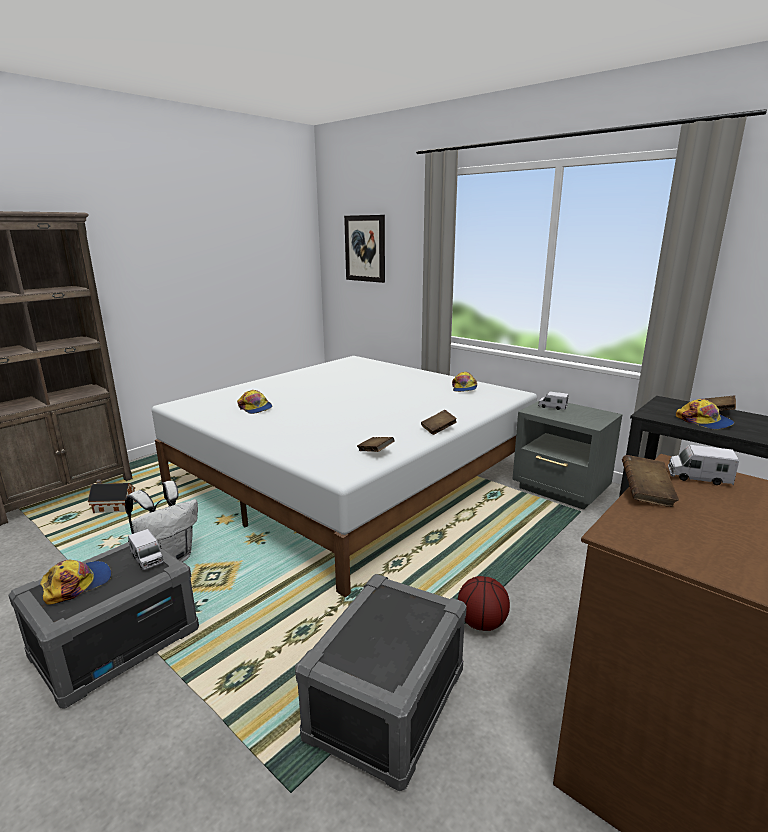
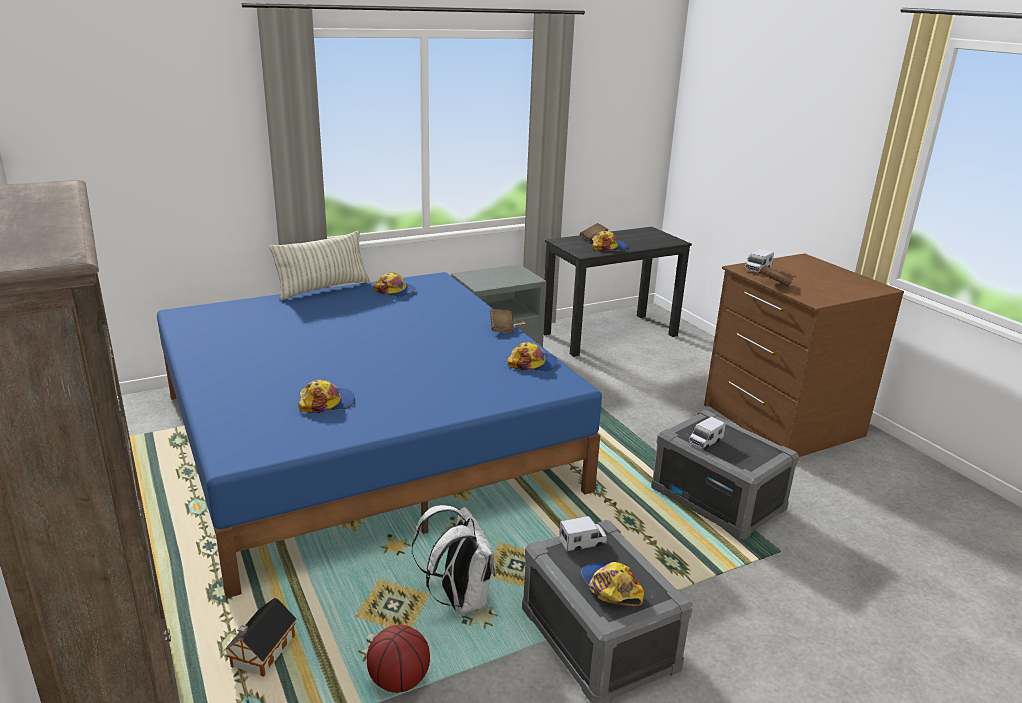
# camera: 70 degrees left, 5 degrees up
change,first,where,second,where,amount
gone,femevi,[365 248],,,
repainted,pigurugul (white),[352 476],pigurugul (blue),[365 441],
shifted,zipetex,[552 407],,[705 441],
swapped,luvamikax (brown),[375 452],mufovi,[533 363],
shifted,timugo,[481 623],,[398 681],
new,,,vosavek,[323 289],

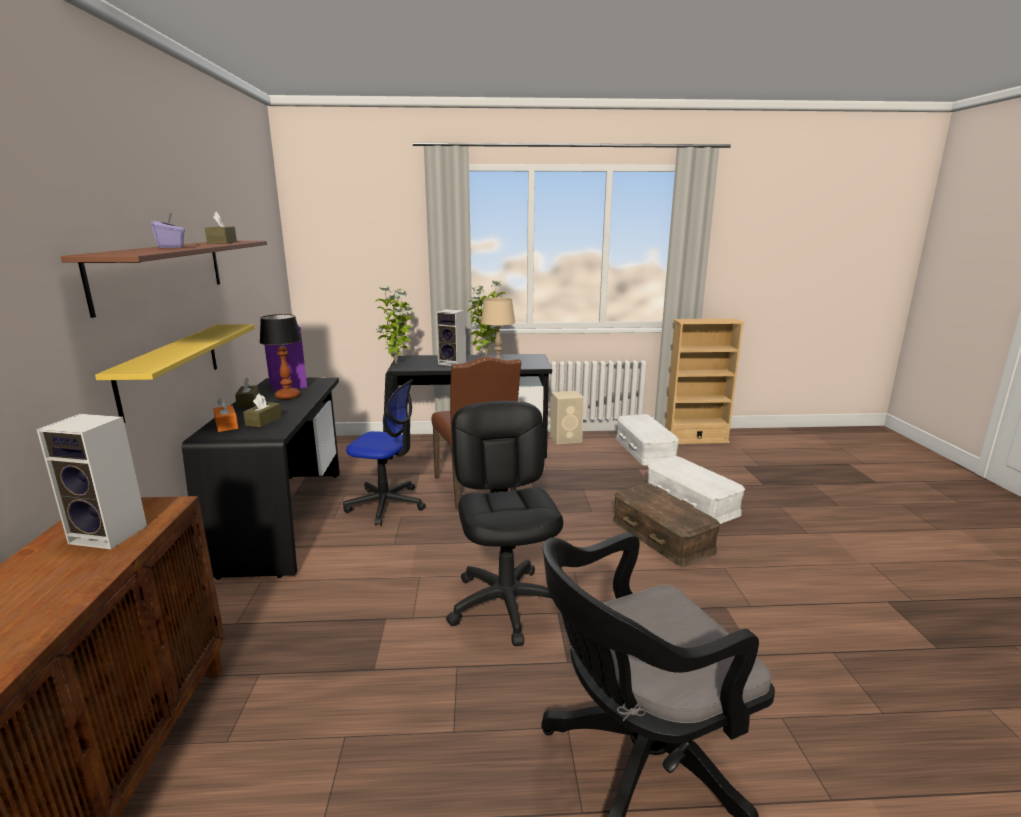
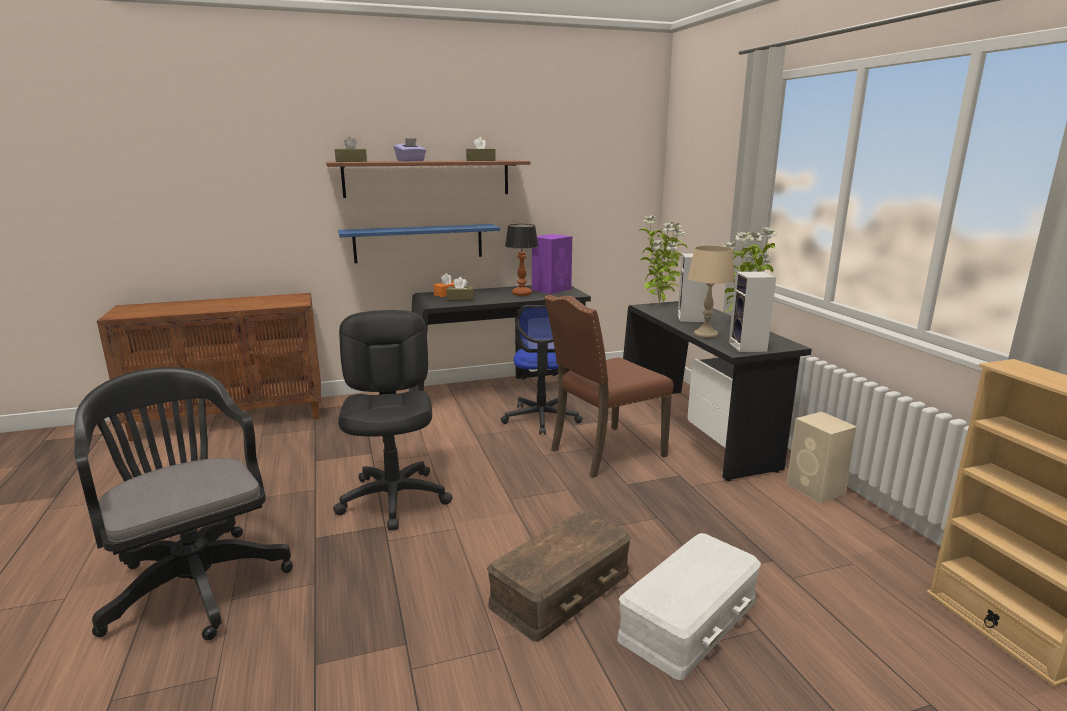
# camera: 75 degrees right, 0 degrees up
change,first,where,second,where,amount
repainted,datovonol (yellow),[171 368],datovonol (blue),[418 243],
shifted,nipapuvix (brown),[248 402],,[351 161],
rotated,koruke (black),[507 604],,[394 498],75 degrees counterclockwise
shifted,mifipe,[111 534],,[749 347],
gone,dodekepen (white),[644 450],,,

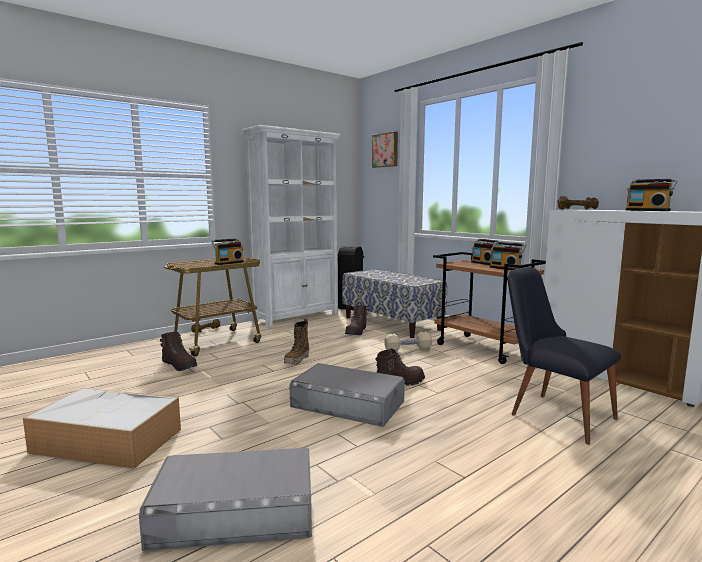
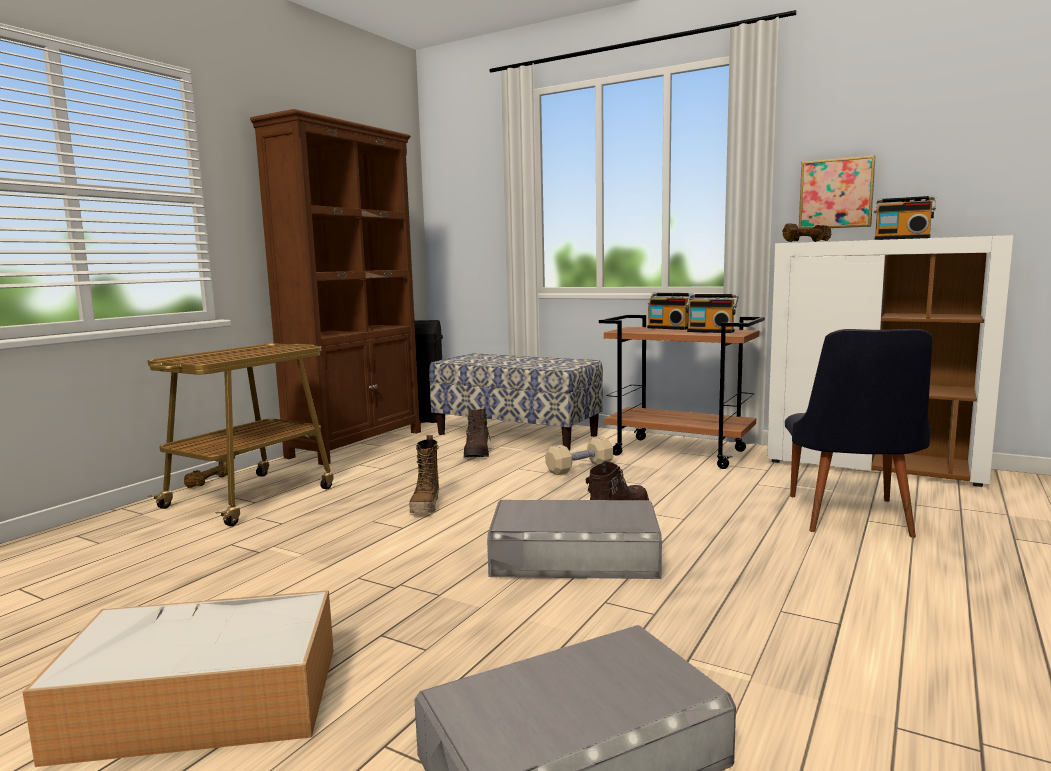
# camera: 20 degrees left, 0 degrees up
change,first,where,second,where,amount
repainted,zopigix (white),[297 318],zopigix (brown),[357 444],
shifted,femevi,[386 150],,[836 194],
gone,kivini,[228 263],,,
rotated,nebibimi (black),[553 413],,[850 520],105 degrees counterclockwise
gone,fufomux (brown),[180 366],,,

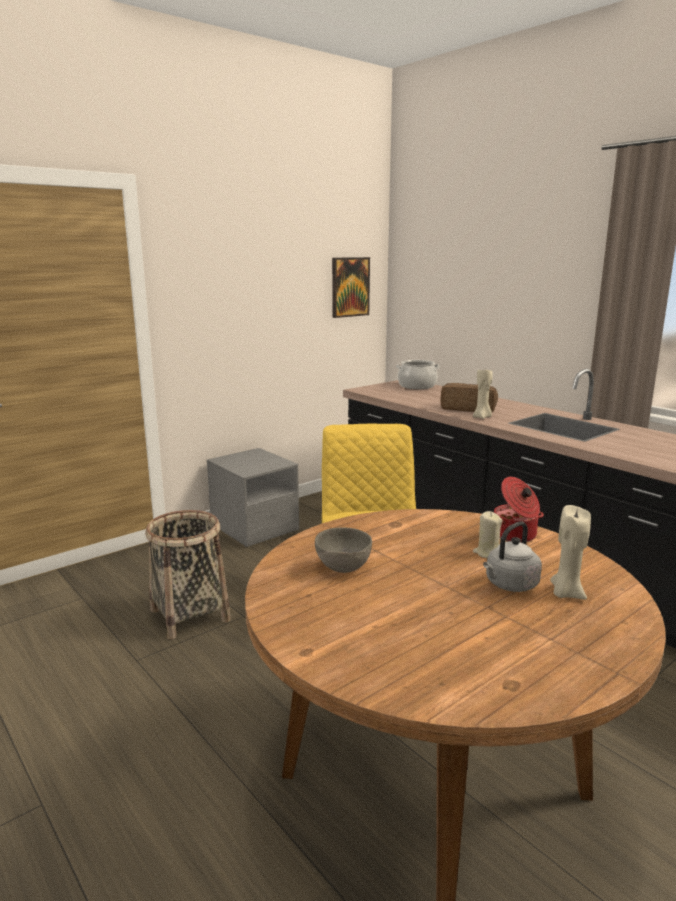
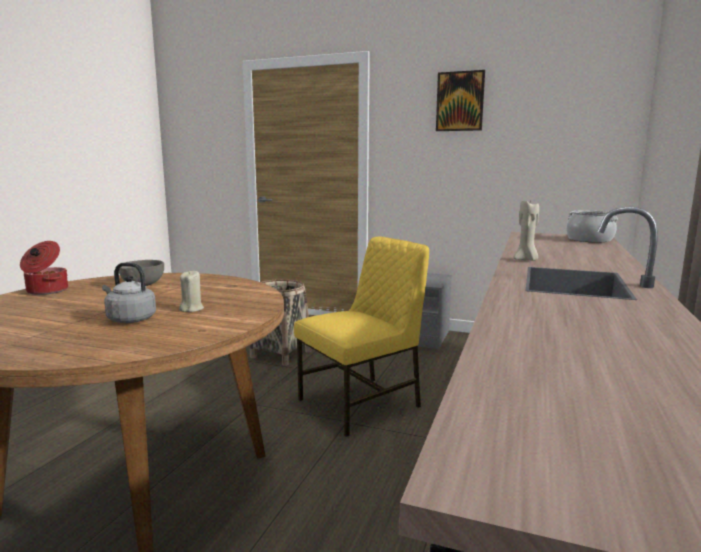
# camera: 60 degrees right, 5 degrees down
change,first,where,second,where,amount
shifted,femevi,[350 287],,[460 101],
gone,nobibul,[468 409],,,
shifted,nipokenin,[515 535],,[46 291],
gone,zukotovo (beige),[565 593],,,

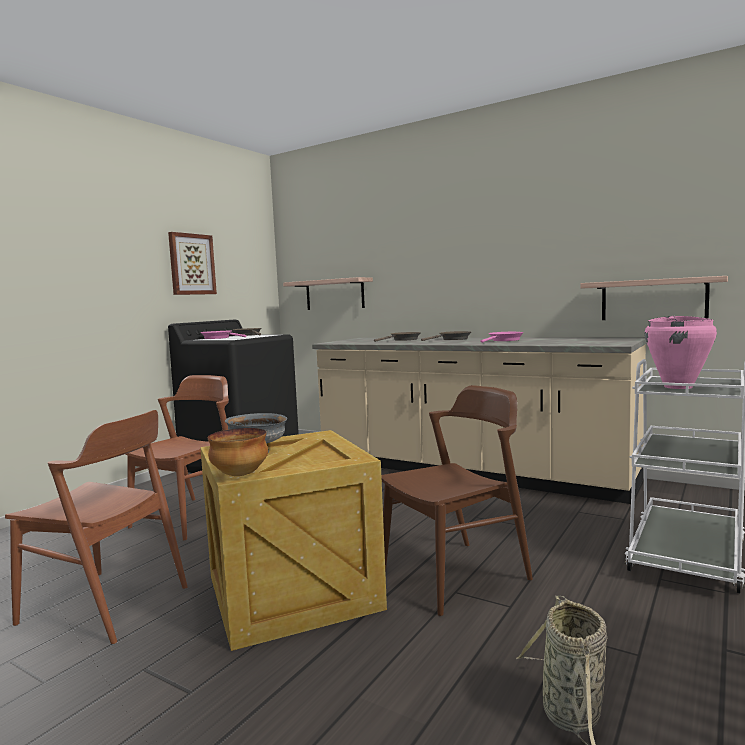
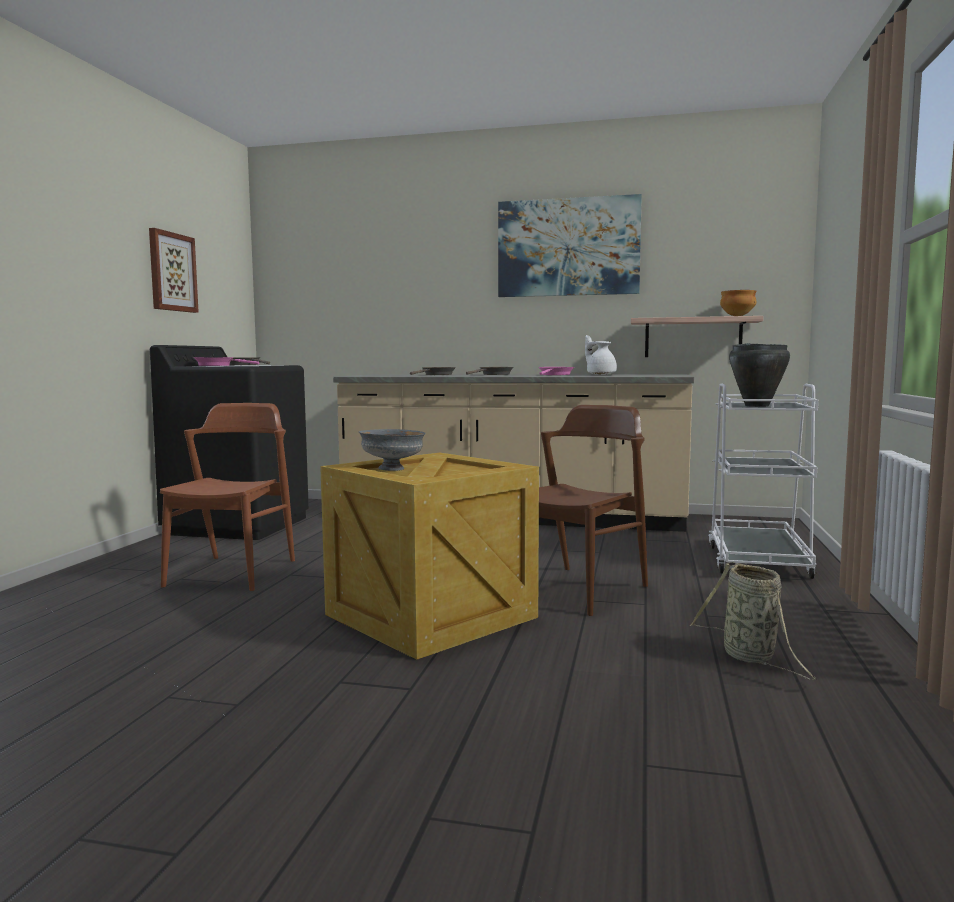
# camera: 20 degrees left, 0 degrees up
change,first,where,second,where,amount
gone,datovonol,[334 294],,,
repainted,nipokenin (pink),[678 387],nipokenin (black),[757 406],
gone,nebibimi (brown),[105 604],,,
shifted,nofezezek,[240 475],,[737 316],
new,,,femevi,[568 247],
new,,,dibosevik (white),[600 374],

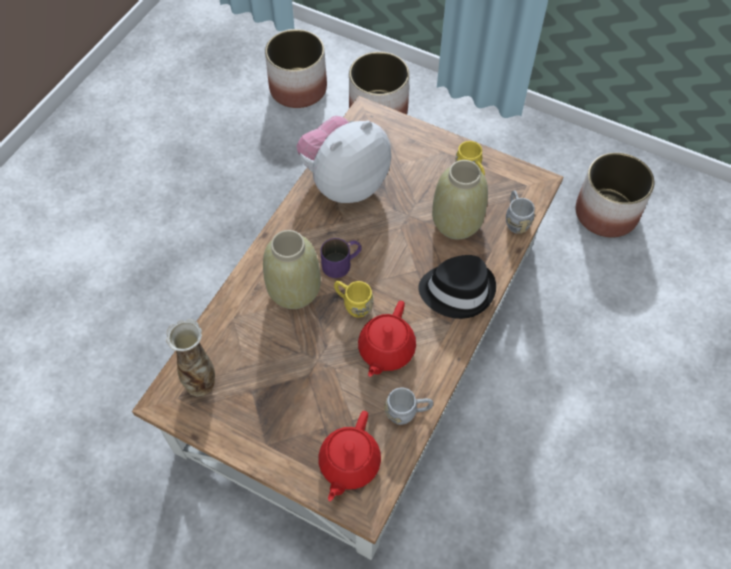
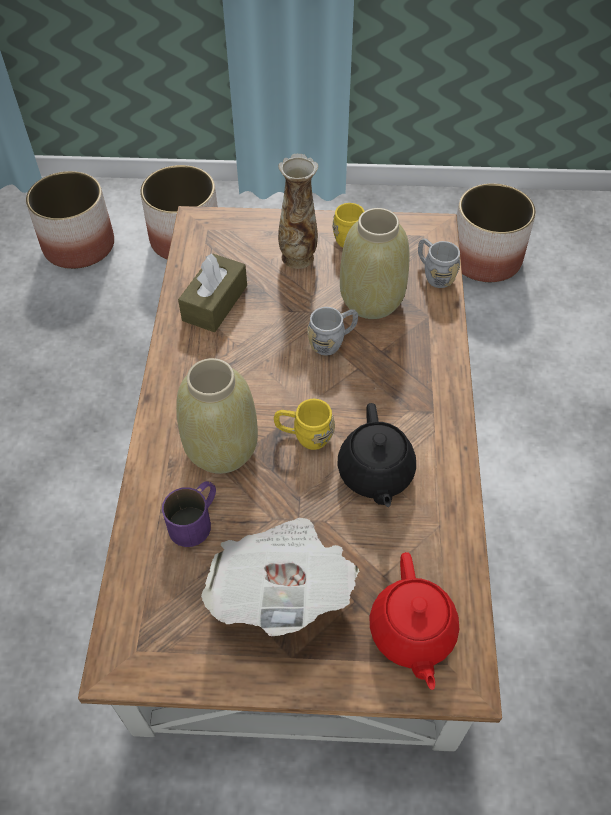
# camera: 25 degrees left, 5 degrees down
change,first,where,second,where,amount
swapped,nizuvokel,[344 182],nipapuvix (brown),[215 303],
shifted,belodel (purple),[342 262],,[196 519],
gone,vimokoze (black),[457 290],,,
repainted,dibosevik (red),[385 350],dibosevik (black),[375 474],
shifted,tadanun,[201 382],,[298 256],
shifted,belodel (grey),[407 413],,[333 341],
new,,,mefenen,[282 588],

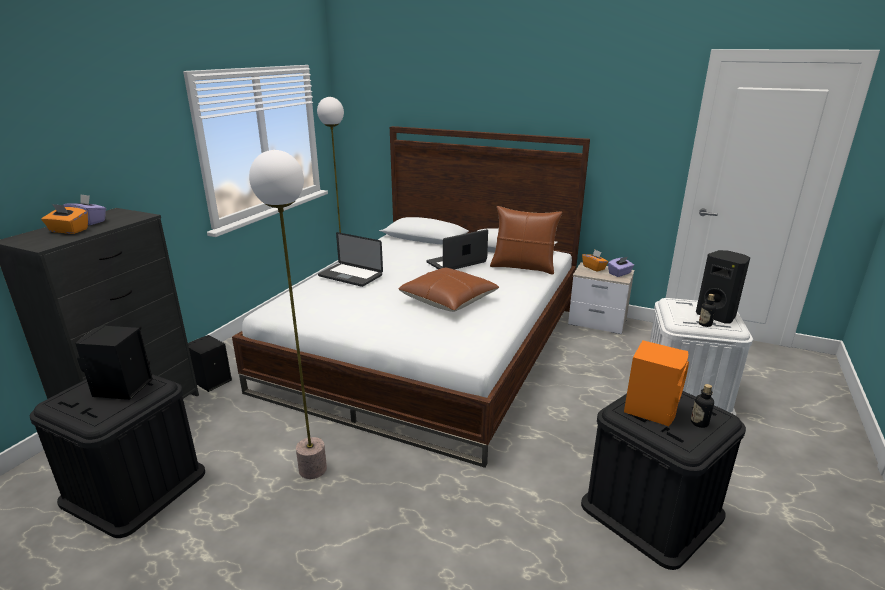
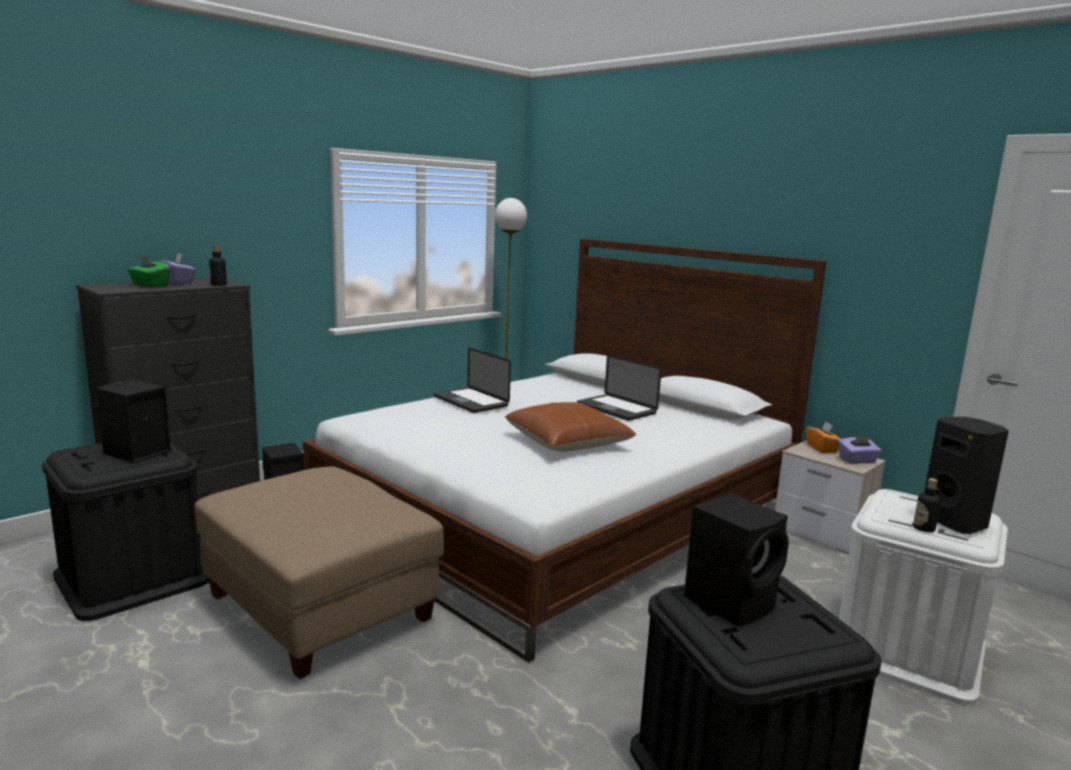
# camera: 20 degrees right, 10 degrees down
change,first,where,second,where,amount
swapped,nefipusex,[313 469],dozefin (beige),[321 609],
repainted,nipapuvix (orange),[68 231],nipapuvix (green),[150 285],
gone,vosavek (brown),[523 267],,,
rotated,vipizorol,[456 262],,[616 409],120 degrees counterclockwise
repainted,mifipe (orange),[651 408],mifipe (black),[732 602],
shifted,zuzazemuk,[699 423],,[218 285],

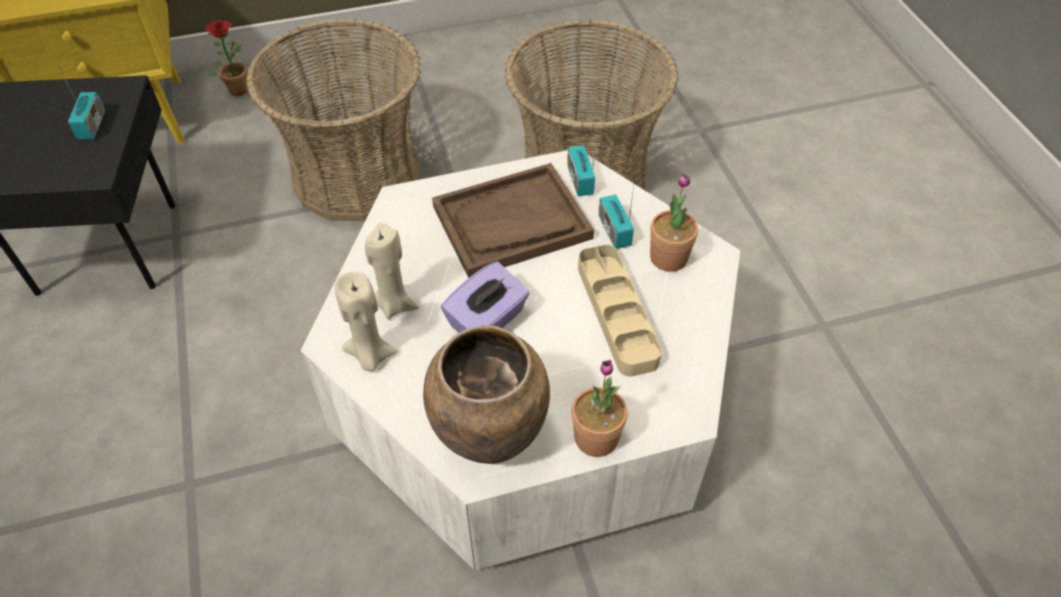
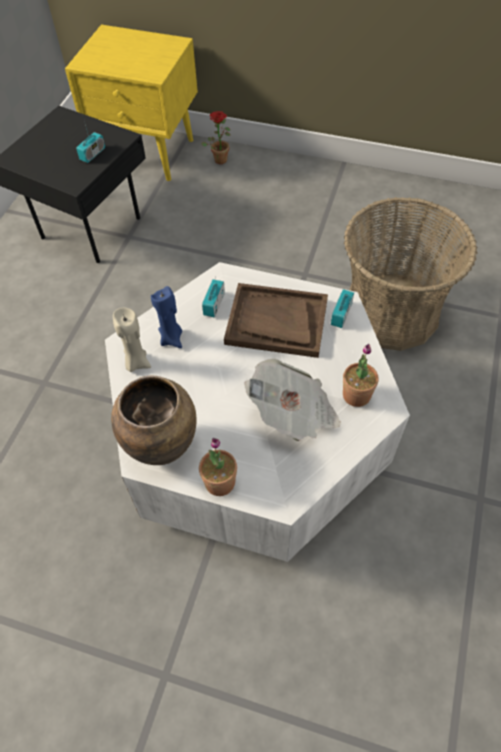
# camera: 35 degrees right, 5 degrees up
change,first,where,second,where,amount
gone,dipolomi,[356 176],,,
shifted,kivini,[614 231],,[214 304],
repainted,zukotovo (beige),[394 304],zukotovo (blue),[172 338],
swapped,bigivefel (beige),[616 313],mefenen,[293 413],
gone,nipapuvix (purple),[487 320],,,

